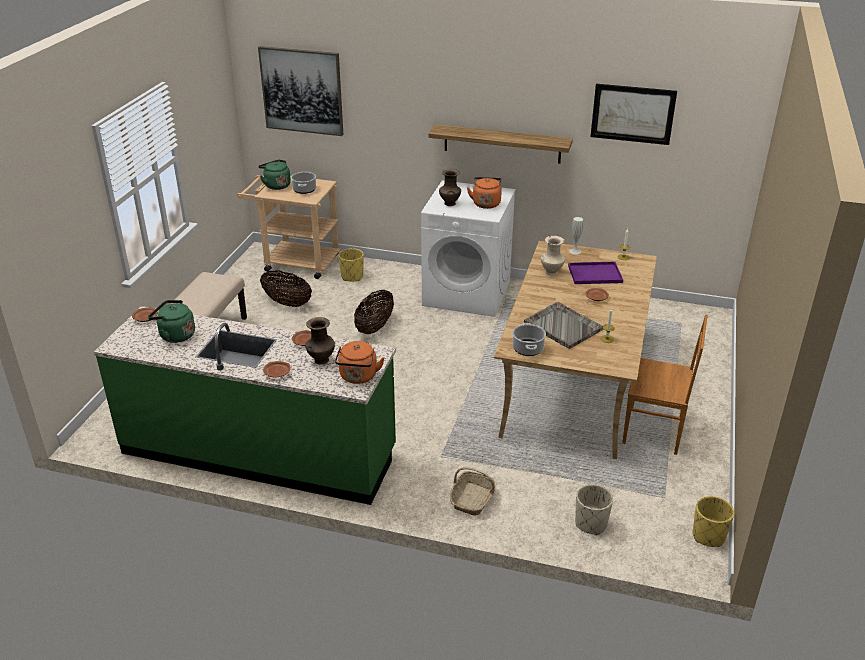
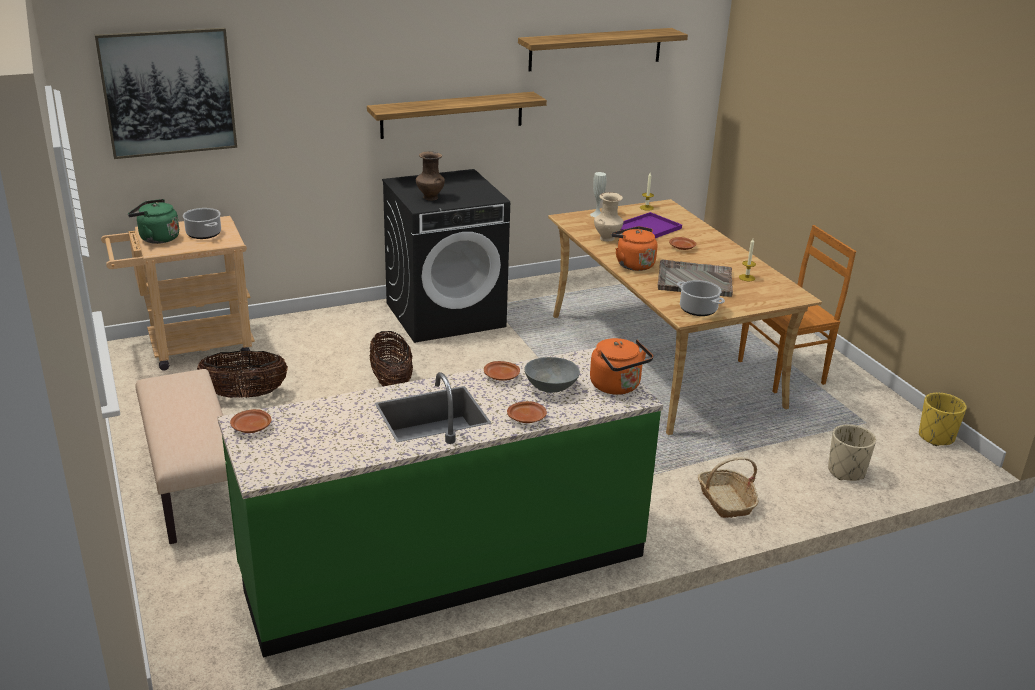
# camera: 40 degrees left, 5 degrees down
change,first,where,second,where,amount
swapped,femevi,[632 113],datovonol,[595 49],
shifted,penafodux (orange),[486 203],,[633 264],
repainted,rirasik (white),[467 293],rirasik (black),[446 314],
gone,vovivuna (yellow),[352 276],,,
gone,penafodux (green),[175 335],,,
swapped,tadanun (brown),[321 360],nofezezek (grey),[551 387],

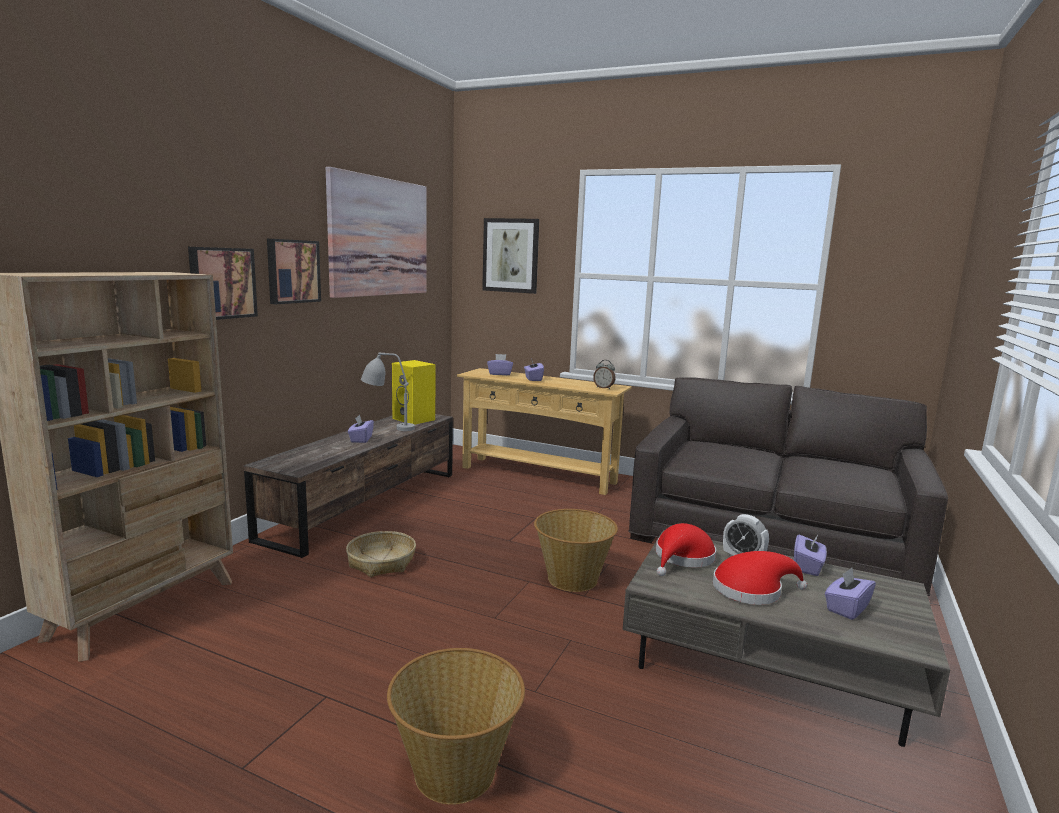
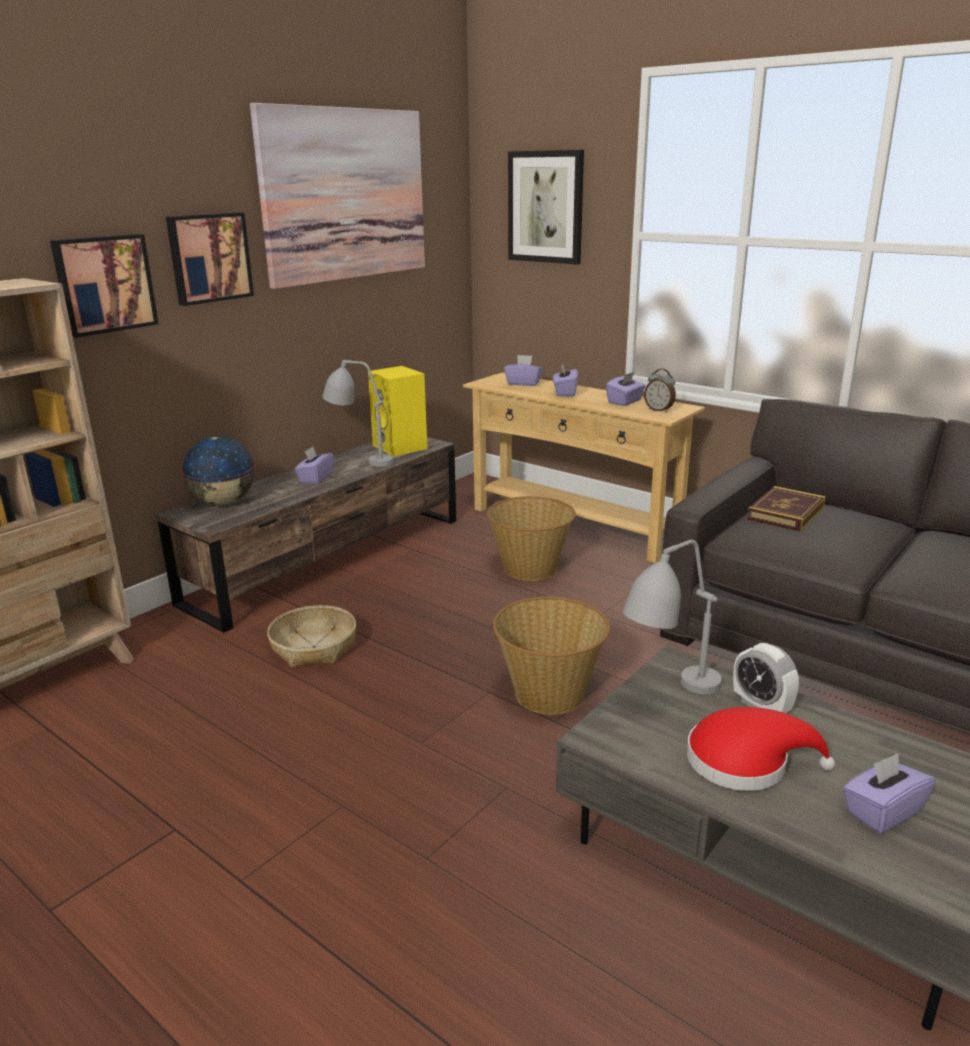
# camera: 15 degrees right, 10 degrees up
change,first,where,second,where,amount
swapped,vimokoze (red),[682 558],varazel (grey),[668 697],
shifted,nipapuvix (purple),[807 567],,[625 402],
shifted,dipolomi,[455 770],,[530 568],
new,,,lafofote,[224 502],
new,,,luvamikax,[786 513],

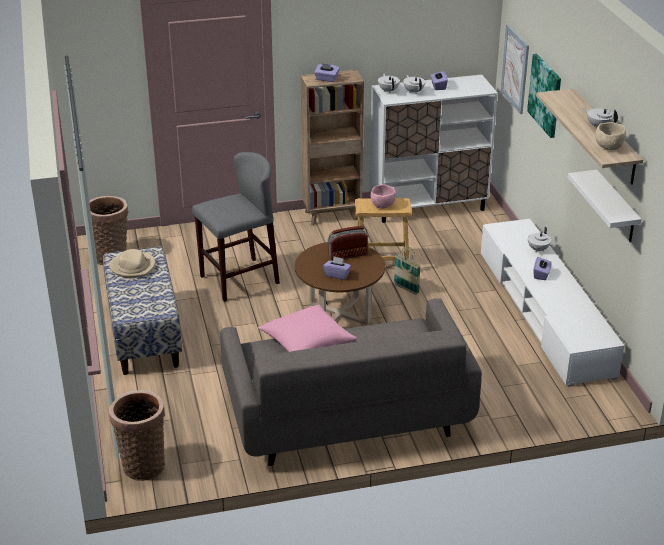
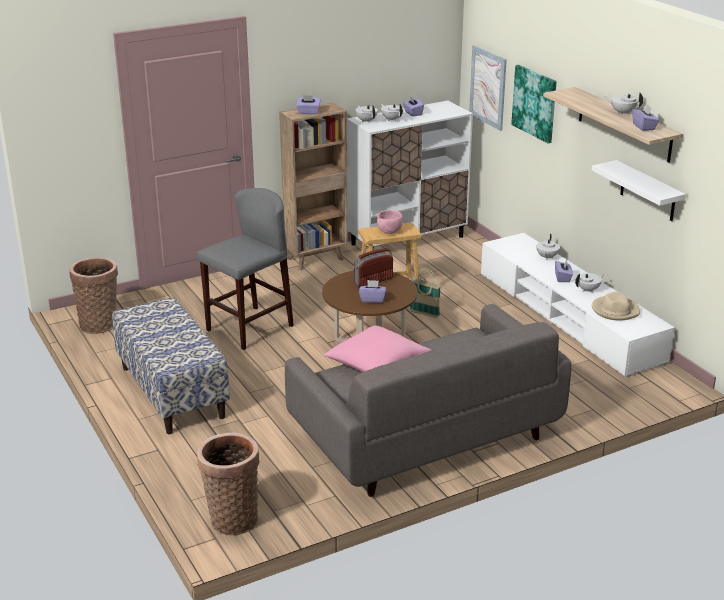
# camera: 15 degrees left, 5 degrees down
change,first,where,second,where,amount
swapped,nofezezek (beige),[608 147],nipapuvix (purple),[644 127],
shifted,vimokoze (beige),[133 266],,[615 310],
new,,,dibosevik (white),[588 290],

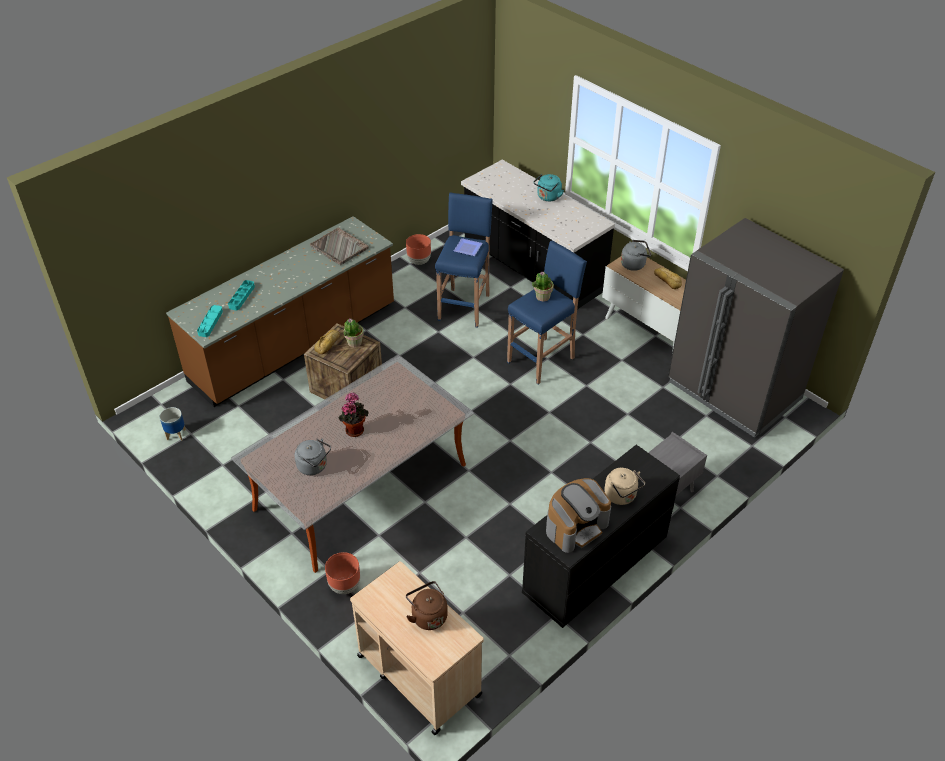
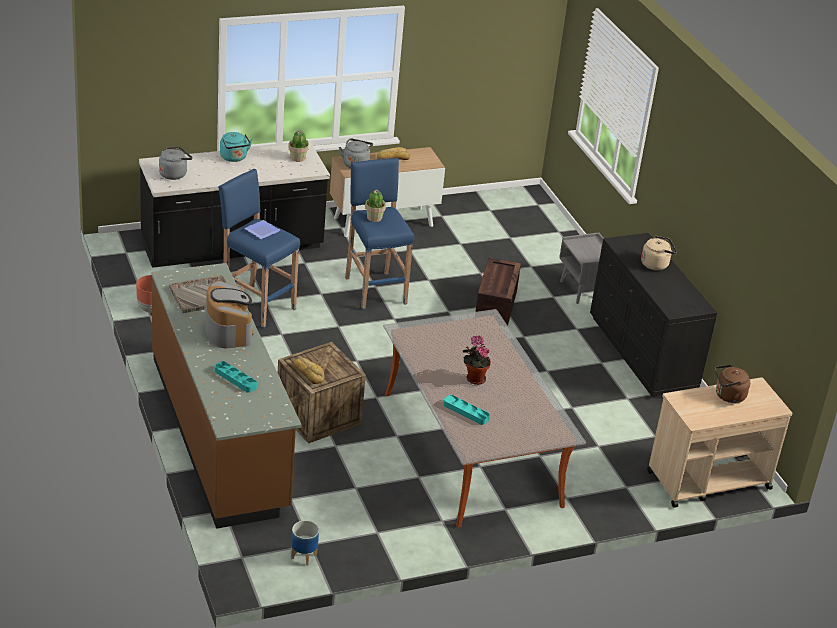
# camera: 70 degrees left, 10 degrees down
change,first,where,second,where,amount
gone,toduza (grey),[733 391],,,
shifted,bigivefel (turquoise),[210 323],,[466 412],
shifted,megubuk,[354 342],,[297 158],
shifted,penafodux (grey),[314 466],,[174 174],
shifted,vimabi,[576 526],,[228 330],
gone,vovivuna (brown),[344 585],,,
new,,,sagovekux,[496 306],

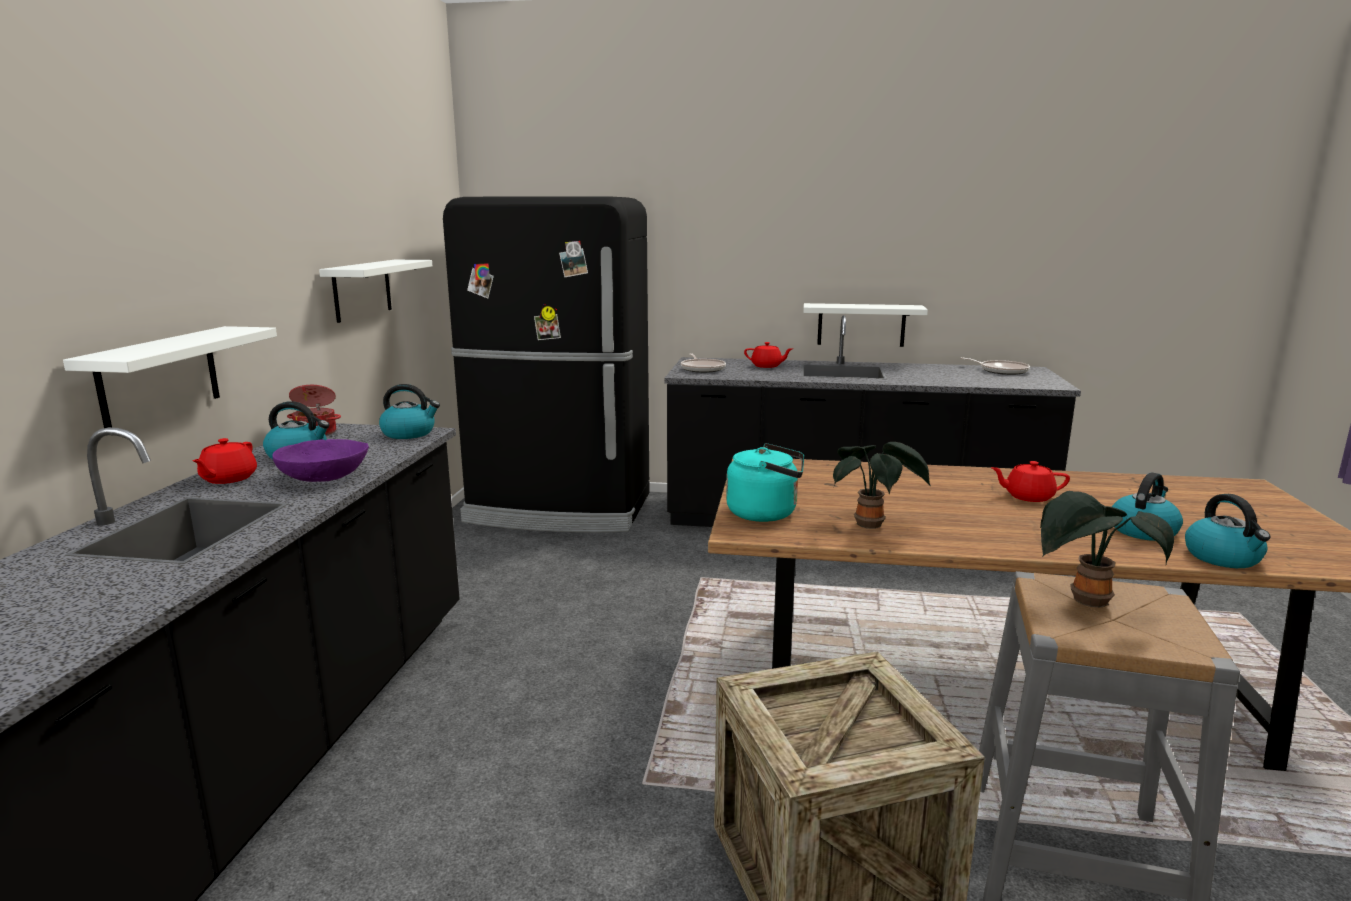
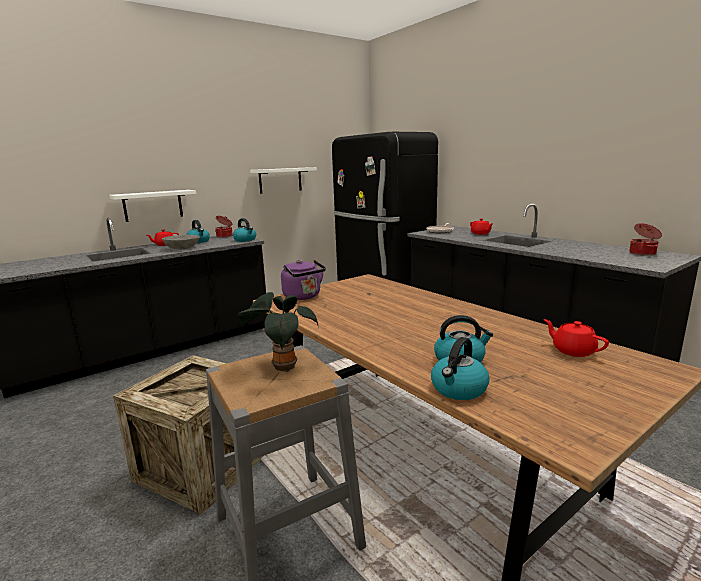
# camera: 45 degrees right, 0 degrees up
change,first,where,second,where,amount
gone,datovonol (white),[861 325],,,
swapped,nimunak,[1001 371],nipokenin,[643 253],
repainted,nofezezek (purple),[323 477],nofezezek (grey),[182 248],
gone,megubuk,[872 525],,,
repainted,penafodux (turquoise),[766 513],penafodux (purple),[303 297],
shifted,dibosevik (red),[1027 496],,[573 351],

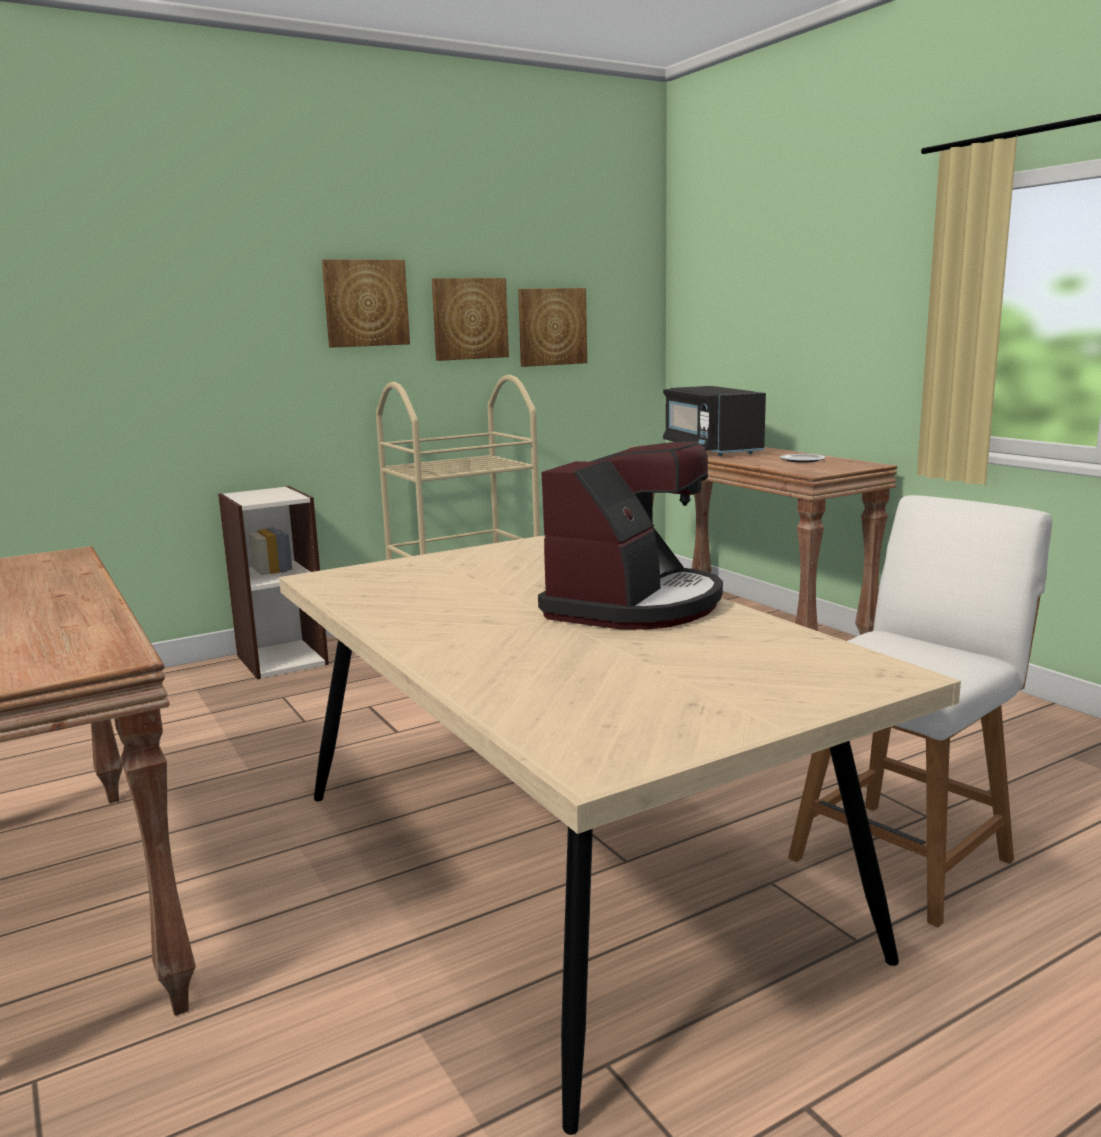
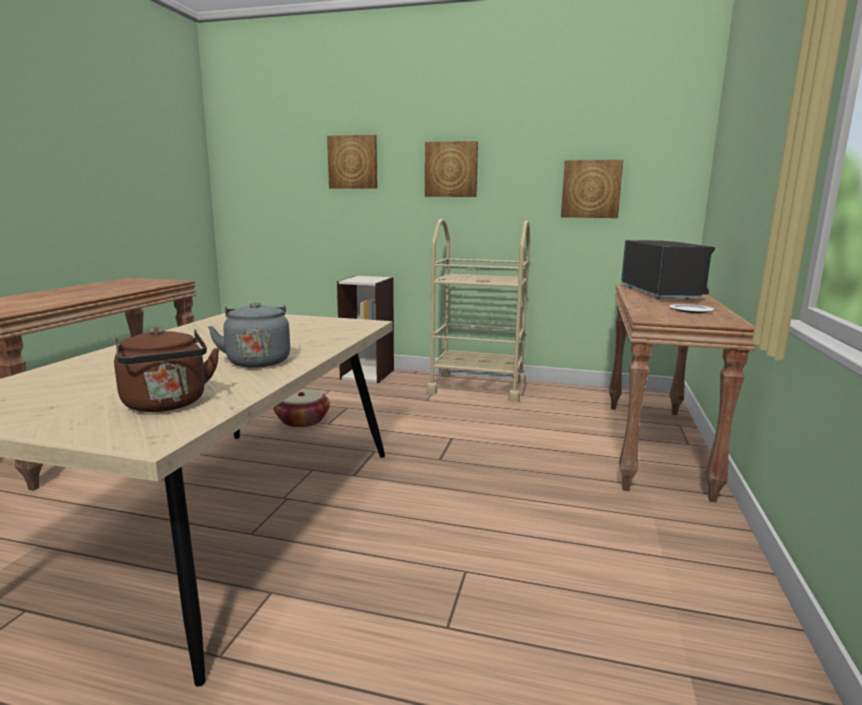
# camera: 45 degrees right, 0 degrees up
change,first,where,second,where,amount
shifted,femevi,[469 319],,[353 162],
rotated,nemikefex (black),[710 449],,[660 293],150 degrees clockwise
swapped,vimabi,[634 605],penafodux (grey),[258 361],
gone,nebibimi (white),[904 856],,,
new,,,penafodux (brown),[167 404],
new,,,dipolomi,[302 421],

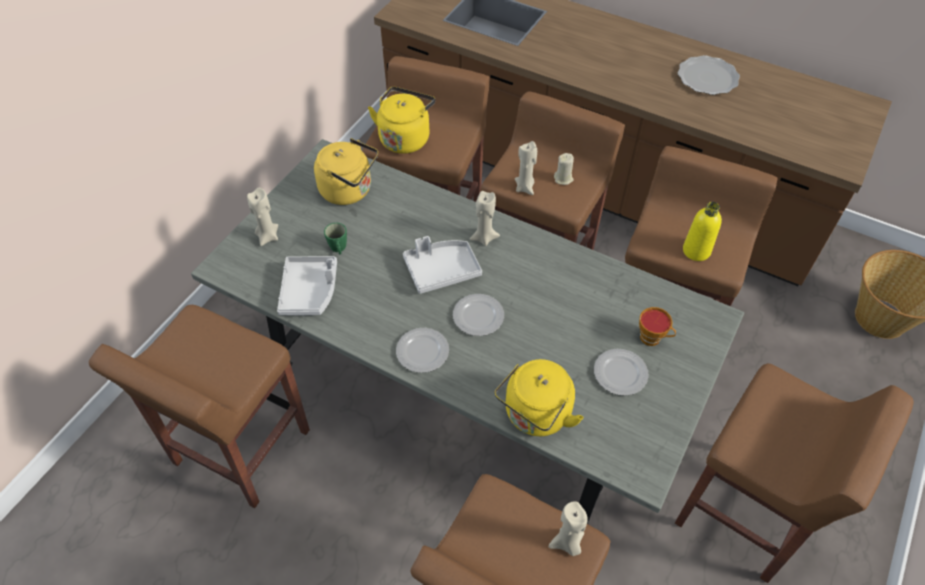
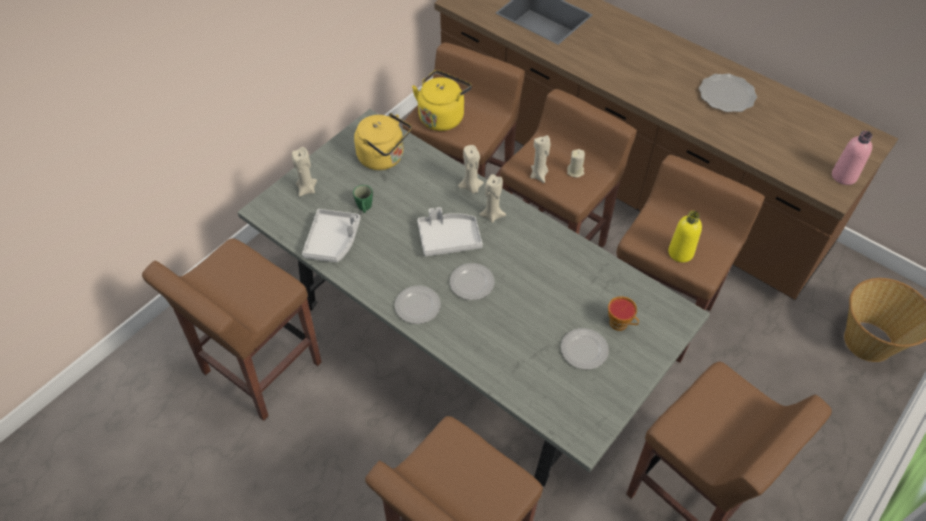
# camera: 10 degrees right, 0 degrees up
change,first,where,second,where,amount
gone,penafodux (yellow),[535 415],,,
shifted,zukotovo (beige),[567 543],,[471 187],
new,,,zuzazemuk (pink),[844 176],

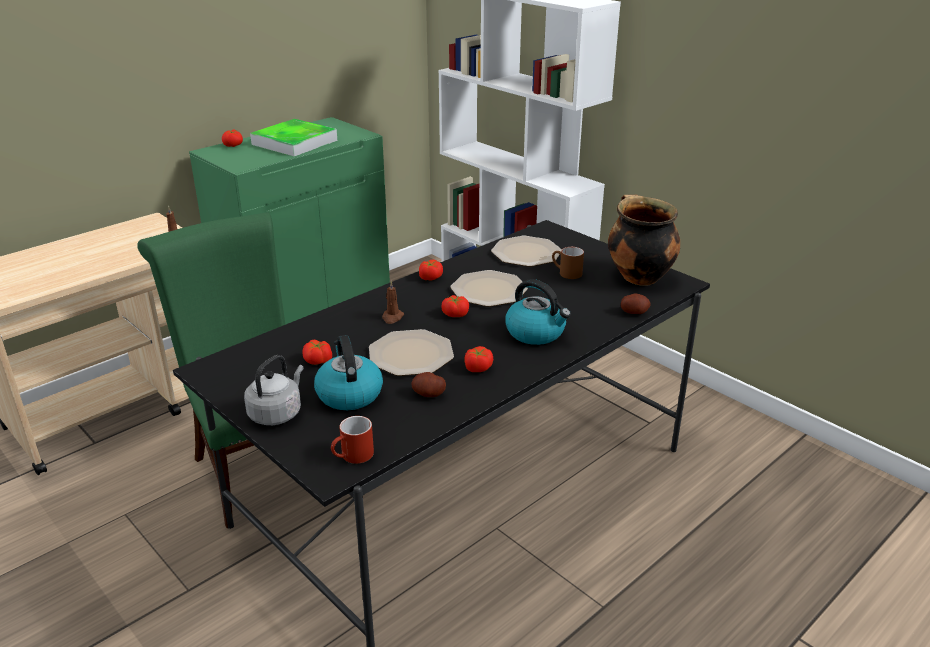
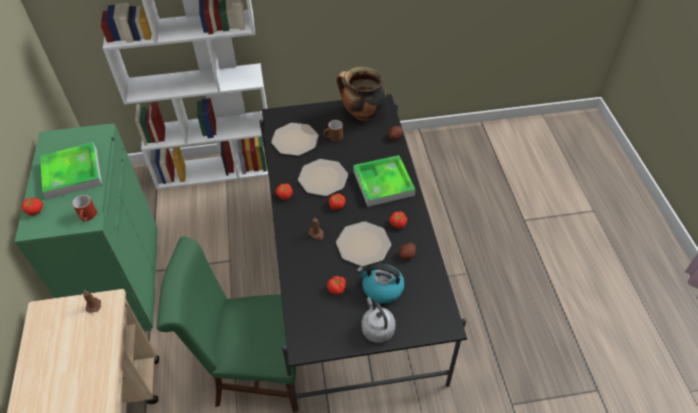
# camera: 55 degrees left, 20 degrees up
change,first,where,second,where,amount
swapped,penafodux,[536 333],bigivefel,[383 183],
shifted,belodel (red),[353 457],,[88 216],

